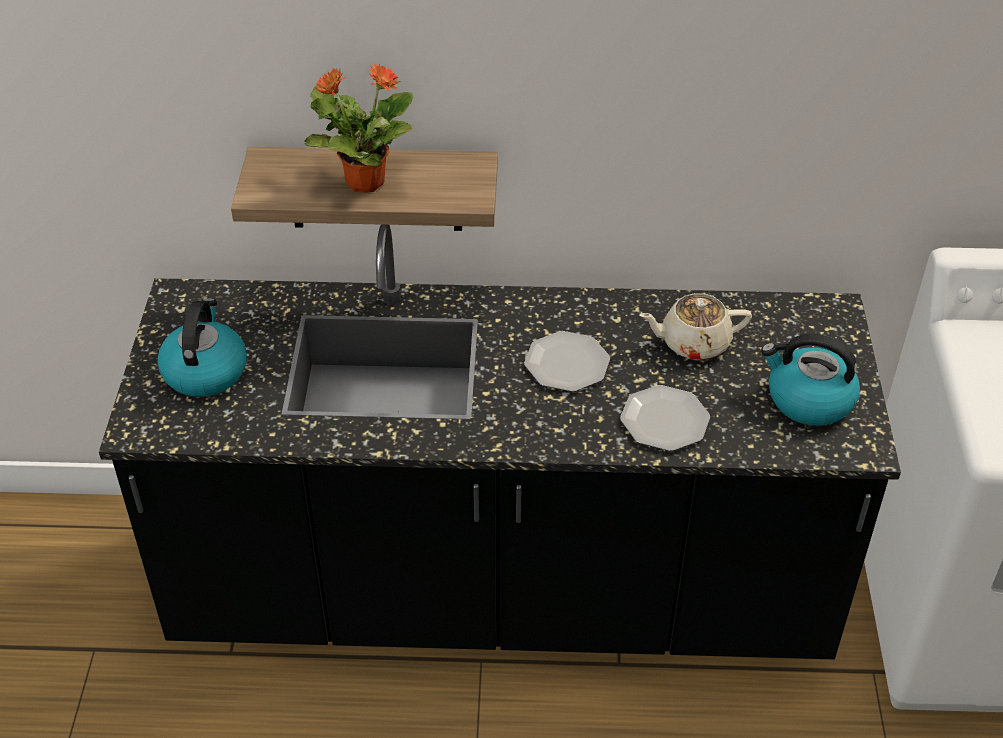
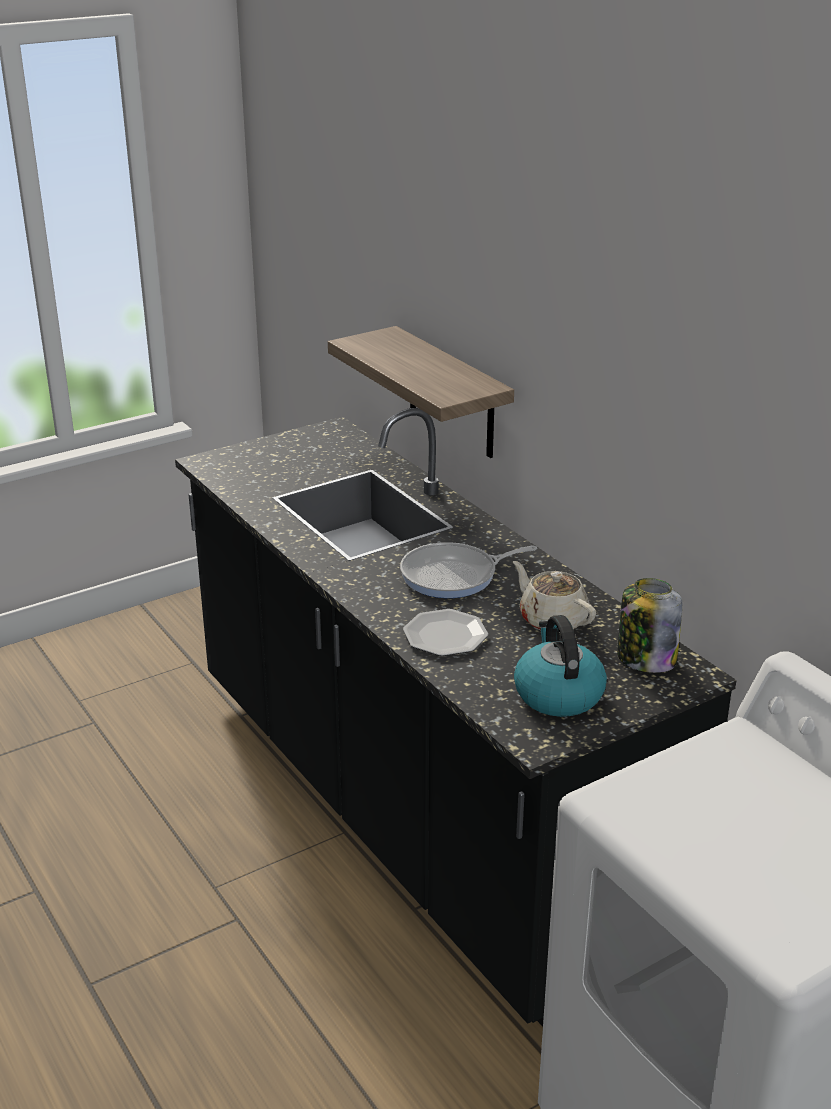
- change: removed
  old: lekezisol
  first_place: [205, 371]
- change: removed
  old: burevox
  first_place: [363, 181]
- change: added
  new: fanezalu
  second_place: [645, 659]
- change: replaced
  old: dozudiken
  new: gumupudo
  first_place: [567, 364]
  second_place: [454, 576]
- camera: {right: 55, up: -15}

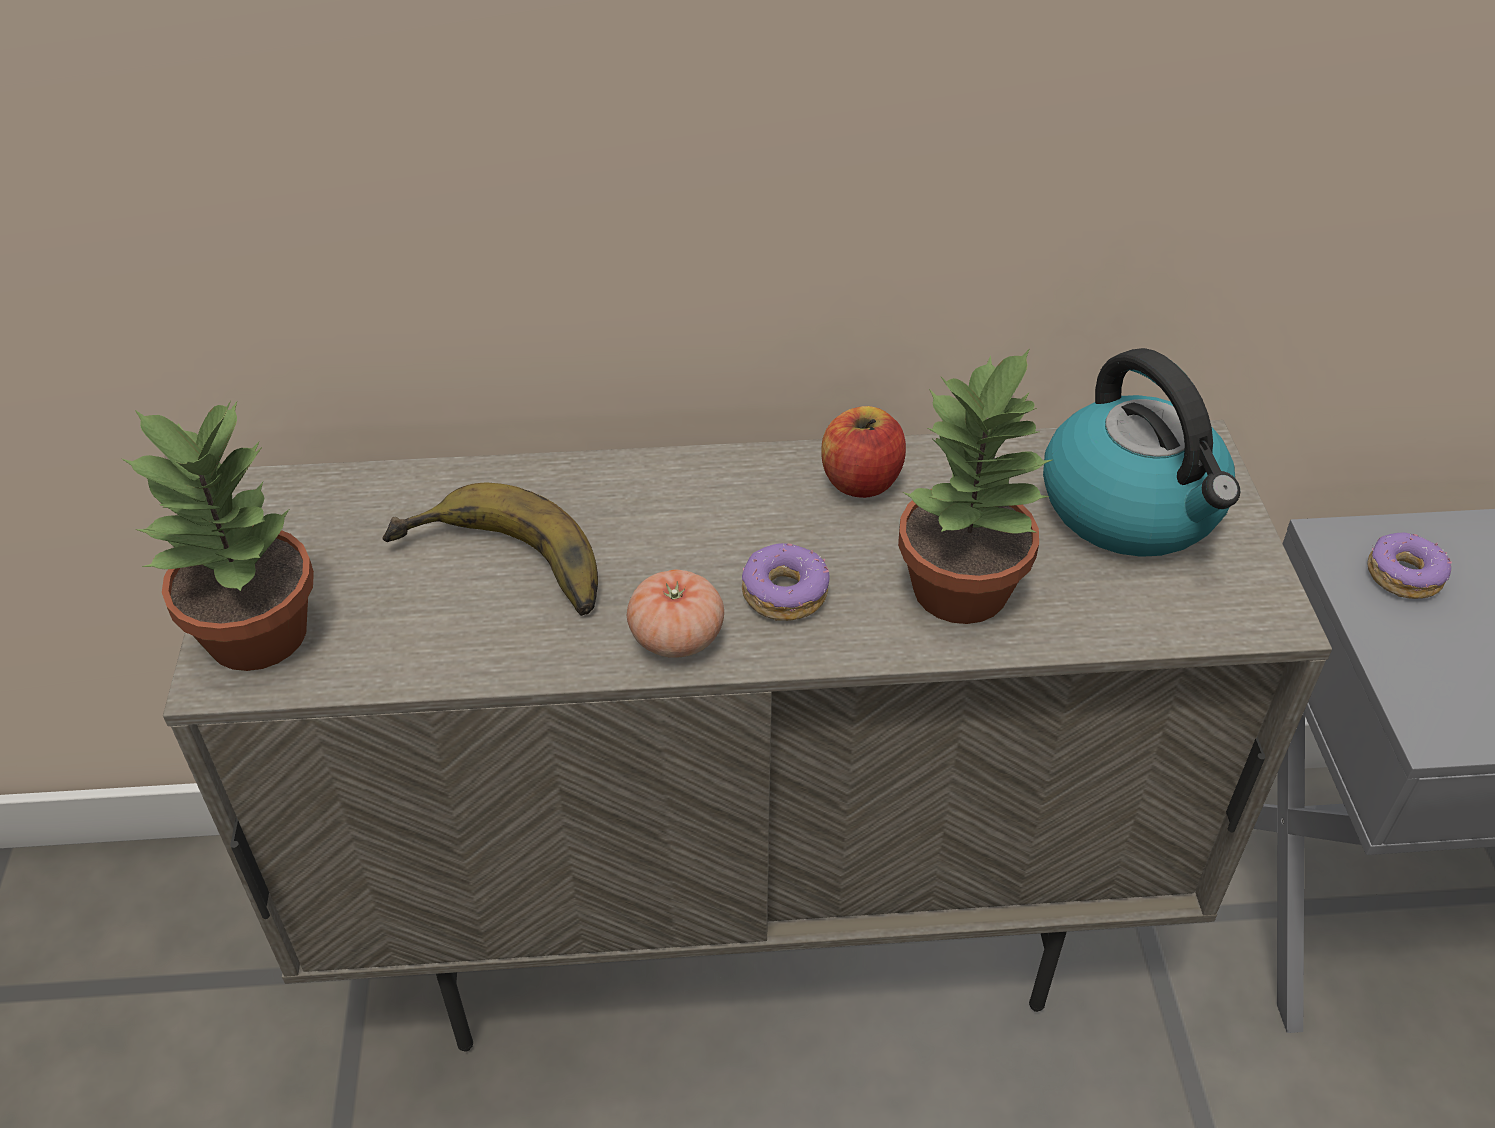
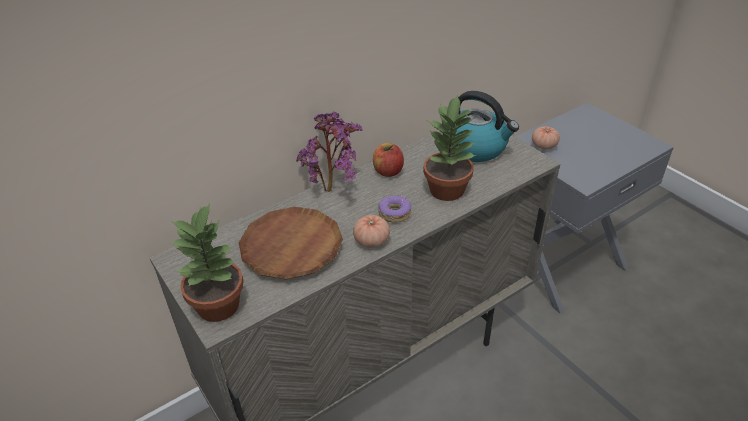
- change: added
  new: burevox
  second_place: [334, 189]
- change: replaced
  old: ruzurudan
  new: brown_dozudiken
  first_place: [499, 573]
  second_place: [291, 247]
- change: replaced
  old: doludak
  new: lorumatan
  first_place: [1403, 575]
  second_place: [544, 145]
- camera: {right: -30, up: -5}

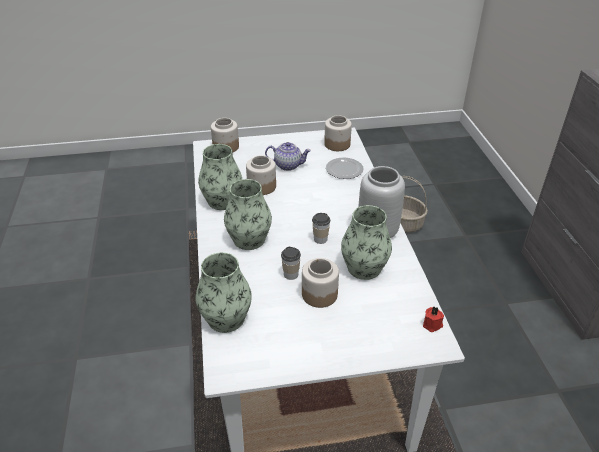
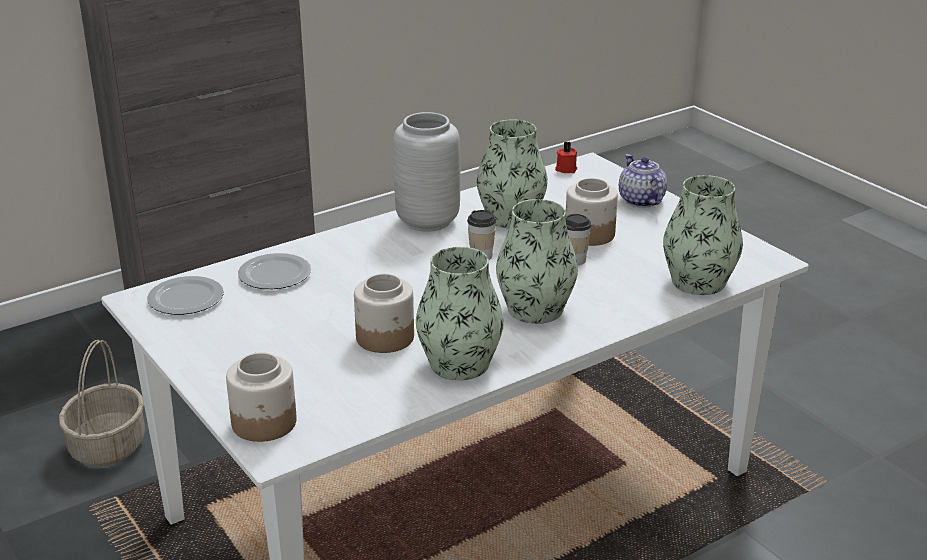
- change: moved
  old: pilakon
  first_place: [288, 165]
  second_place: [640, 200]
- change: replaced
  old: fanezalu
  new: dozudiken
  first_place: [337, 144]
  second_place: [185, 298]
- camera: {right: -115, up: -10}

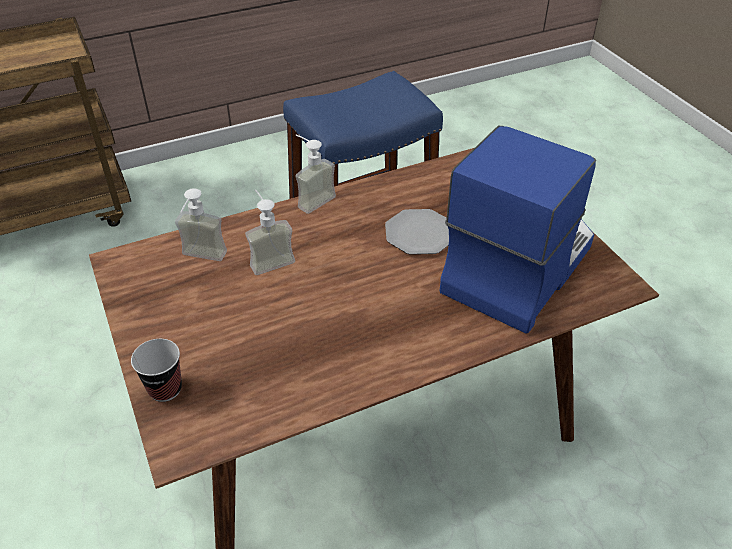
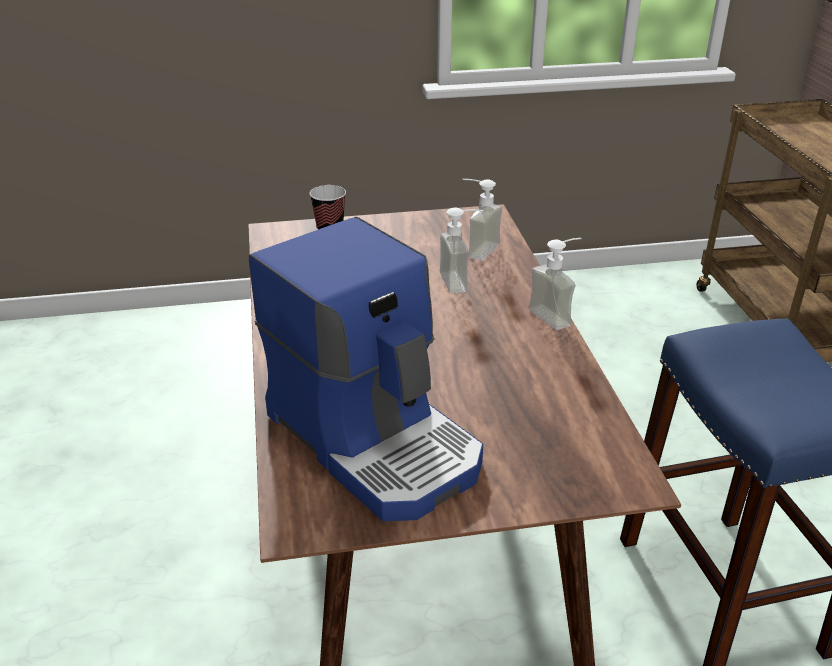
- change: removed
  old: dozudiken
  first_place: [418, 234]
- camera: {right: 105, up: -10}

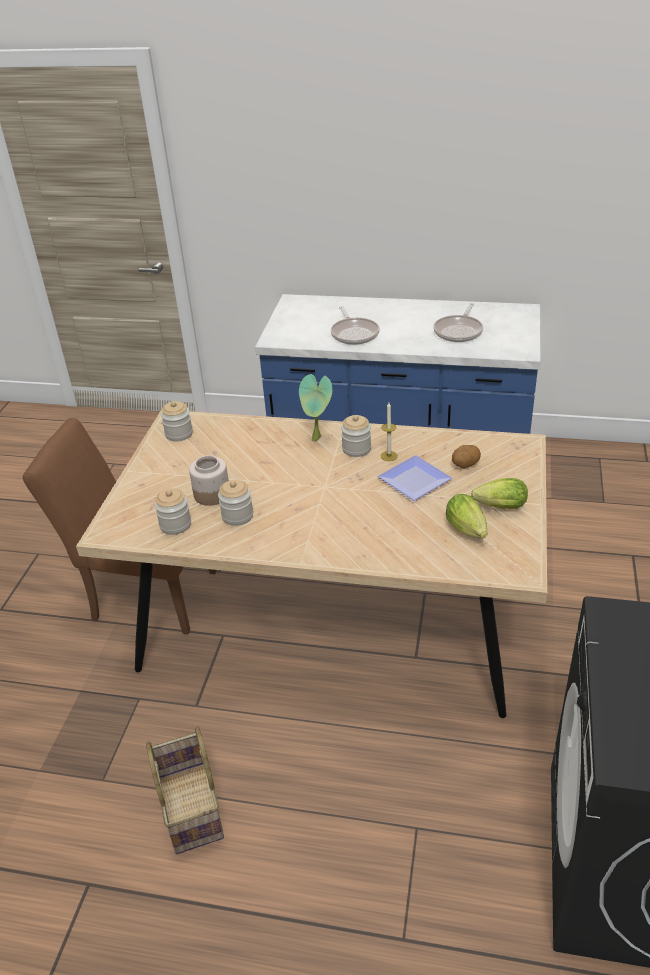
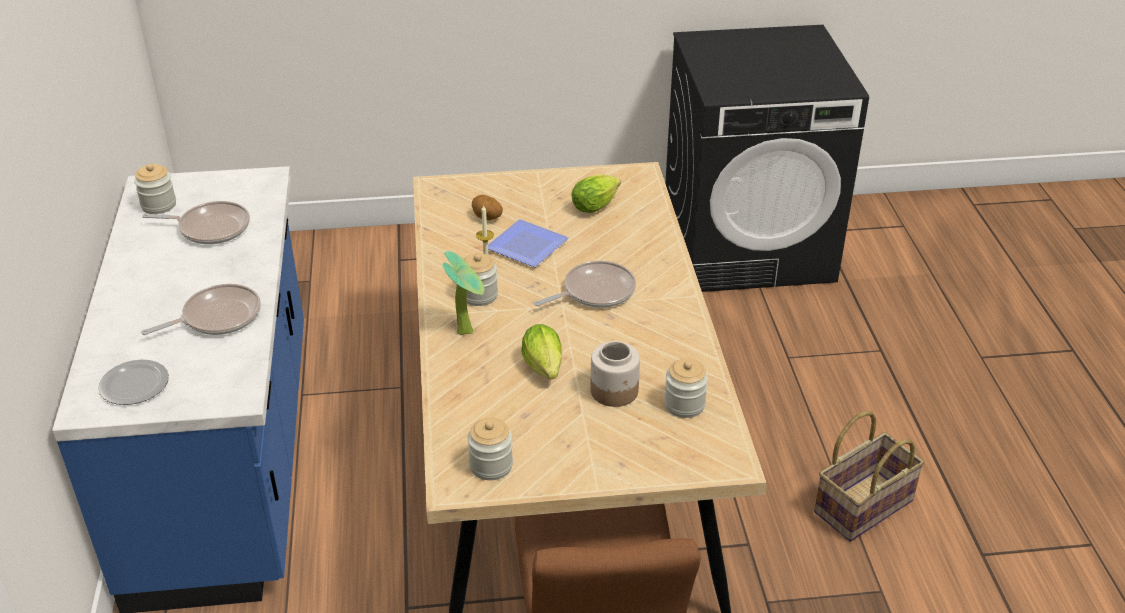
- change: added
  new: dozudiken
  second_place: [134, 385]
- change: added
  new: gumupudo
  second_place: [594, 291]
- change: moved
  old: fanezalu
  first_place: [237, 516]
  second_place: [158, 205]
- change: moved
  old: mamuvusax
  first_place: [497, 507]
  second_place: [545, 370]
- camera: {right: -110, up: 0}

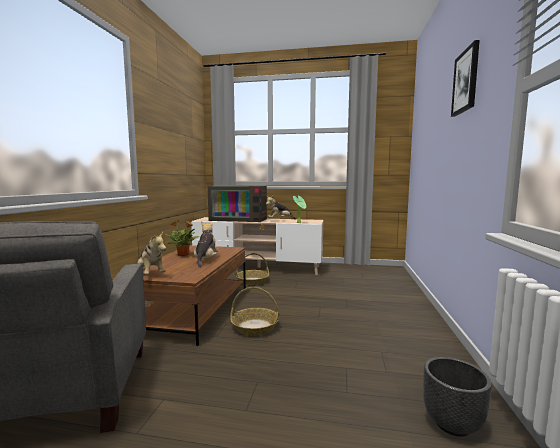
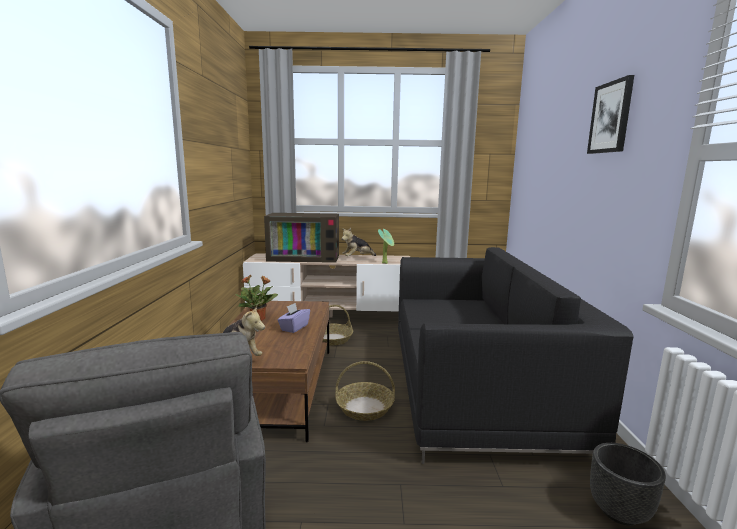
- change: added
  new: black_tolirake
  second_place: [476, 385]
- change: replaced
  old: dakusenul
  new: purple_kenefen
  first_place: [206, 260]
  second_place: [294, 327]
- camera: {right: -10, up: 5}

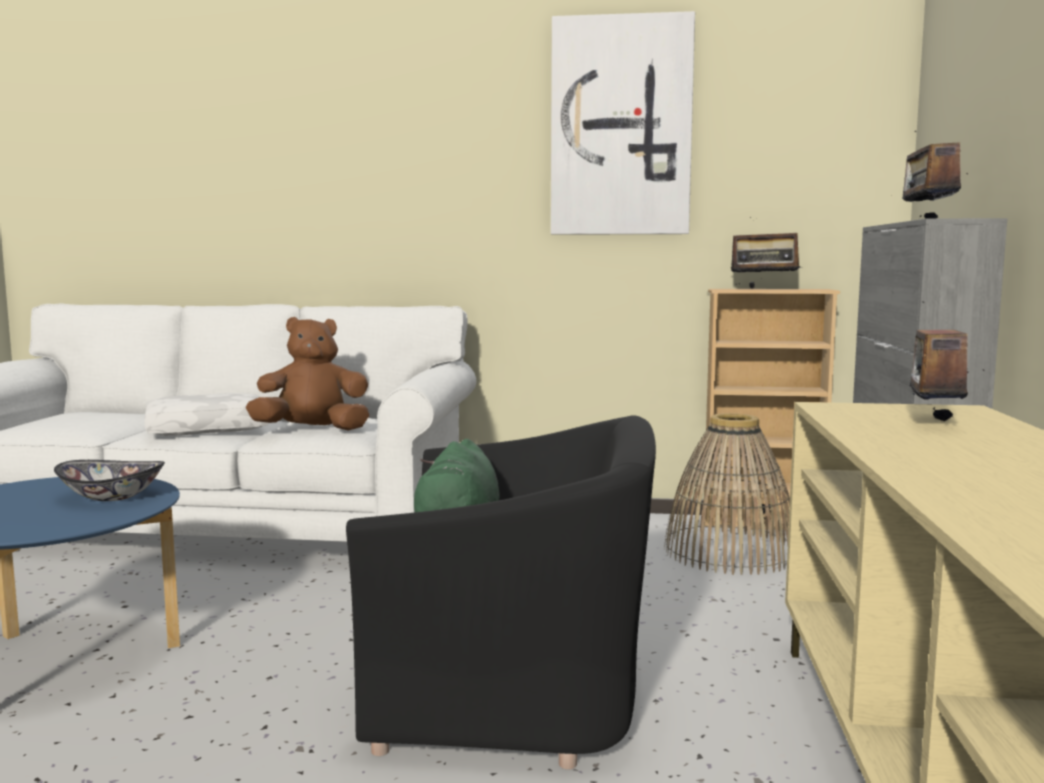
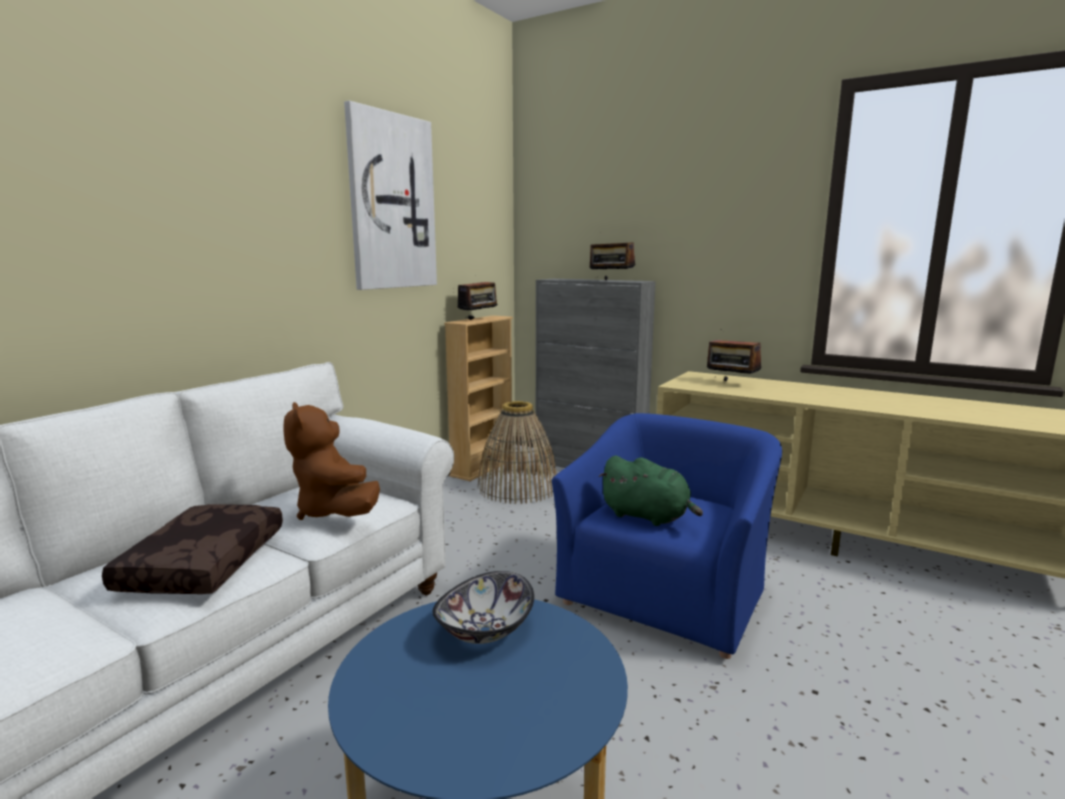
- change: recoloured
  old: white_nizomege
  new: brown_nizomege
  first_place: [208, 429]
  second_place: [202, 563]
- change: recoloured
  old: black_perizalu
  new: blue_perizalu
  first_place: [516, 690]
  second_place: [666, 594]
- change: turned
  old: brown_dakusenul
  first_place: [312, 430]
  second_place: [334, 512]
  degrees: -45
- camera: {right: -65, up: 5}

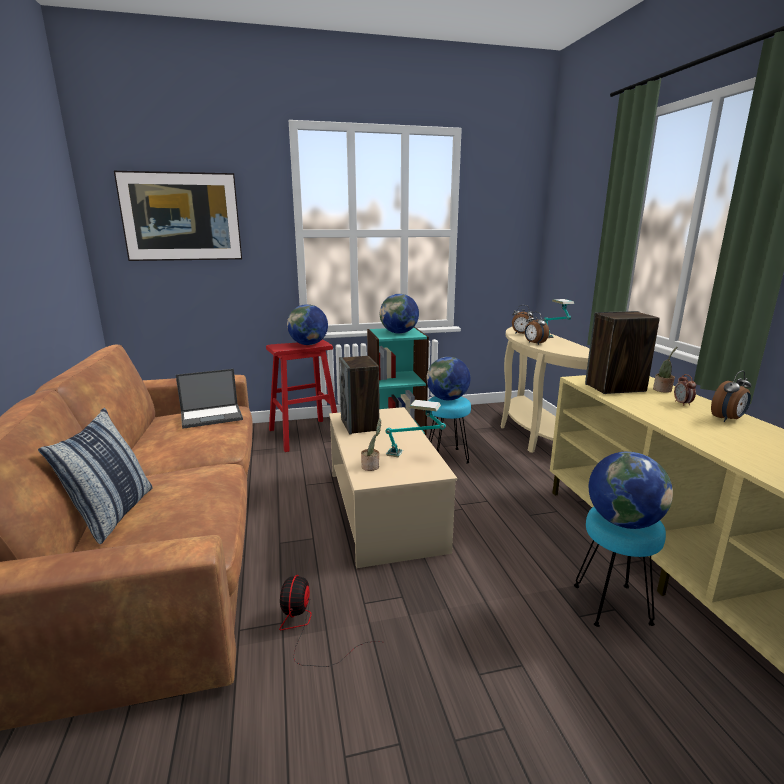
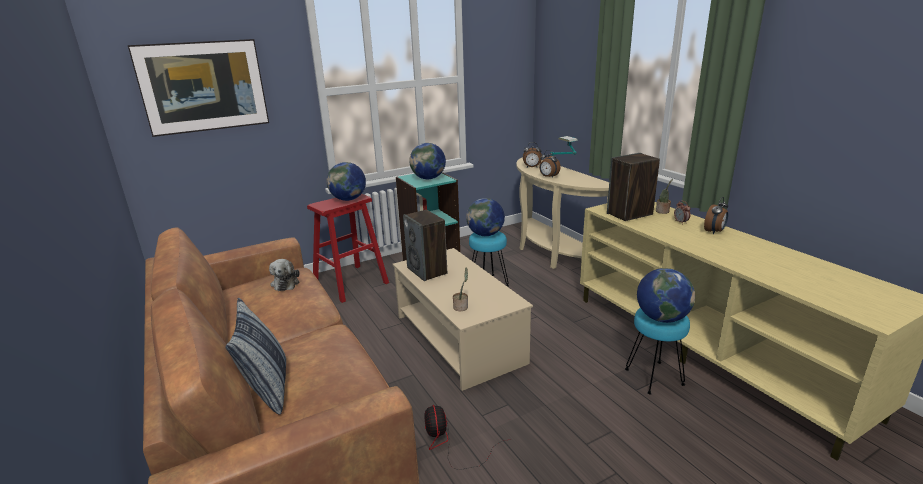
- change: removed
  old: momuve
  first_place: [414, 457]
- change: replaced
  old: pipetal
  new: dakusenul
  first_place: [212, 416]
  second_place: [286, 283]
- camera: {right: -15, up: 5}

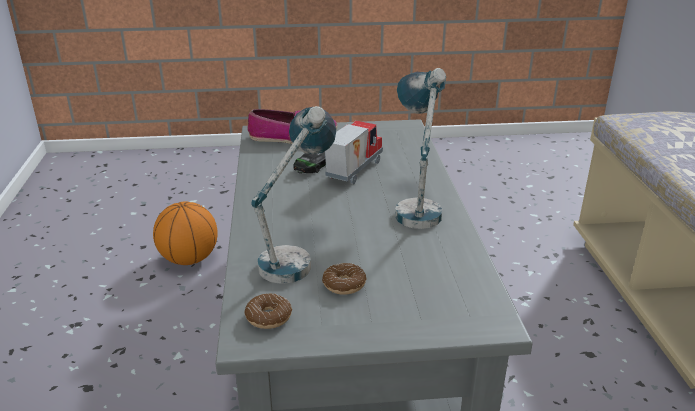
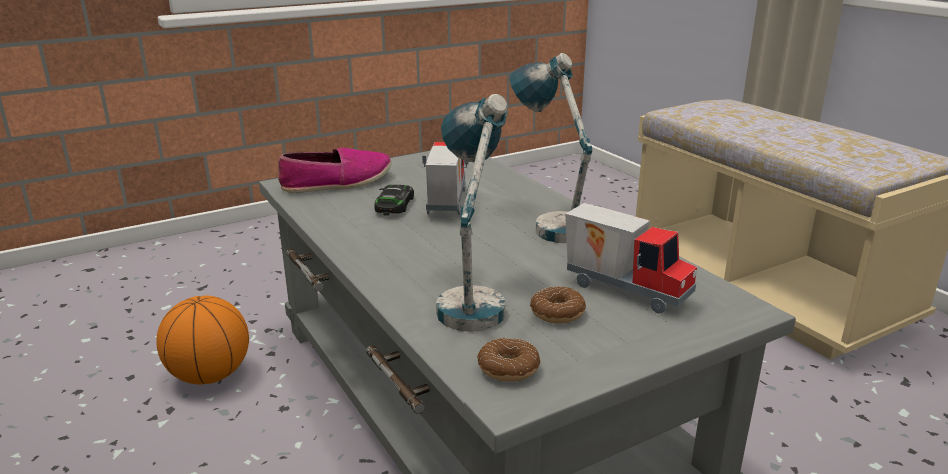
- change: added
  new: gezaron
  second_place: [626, 289]
- camera: {right: -25, up: -5}

